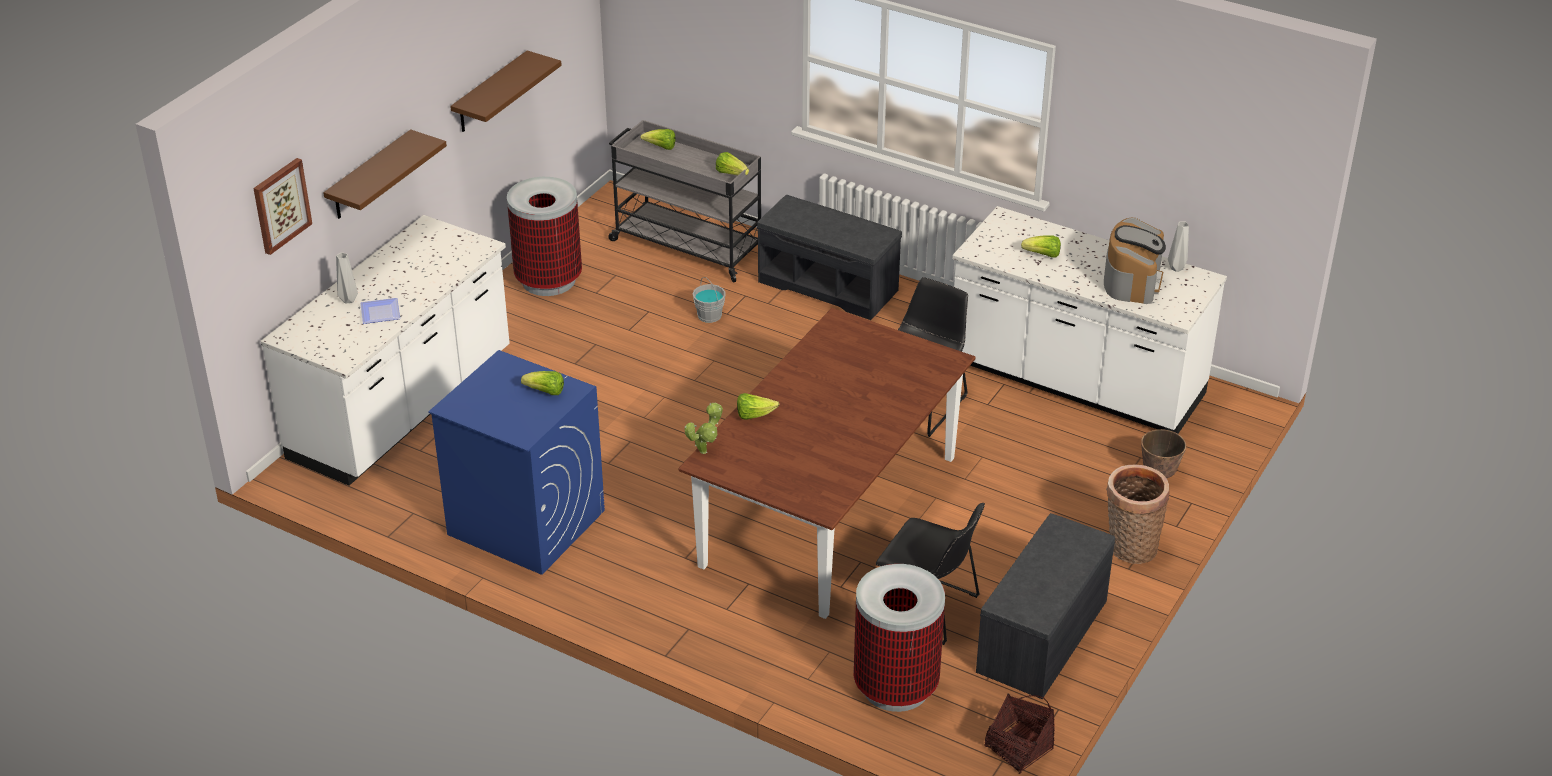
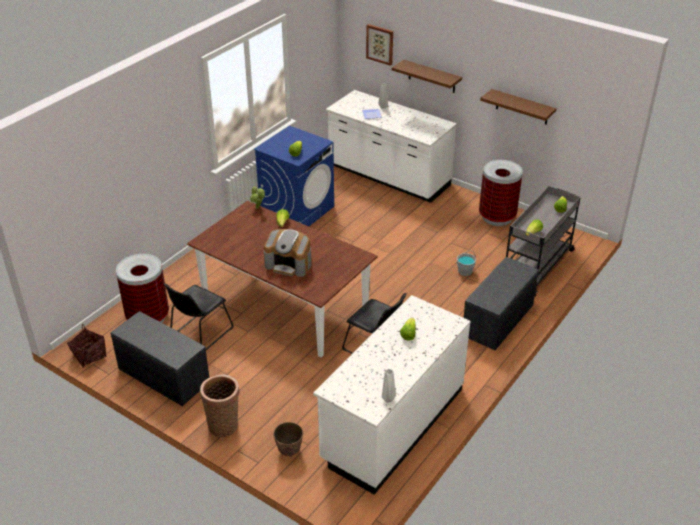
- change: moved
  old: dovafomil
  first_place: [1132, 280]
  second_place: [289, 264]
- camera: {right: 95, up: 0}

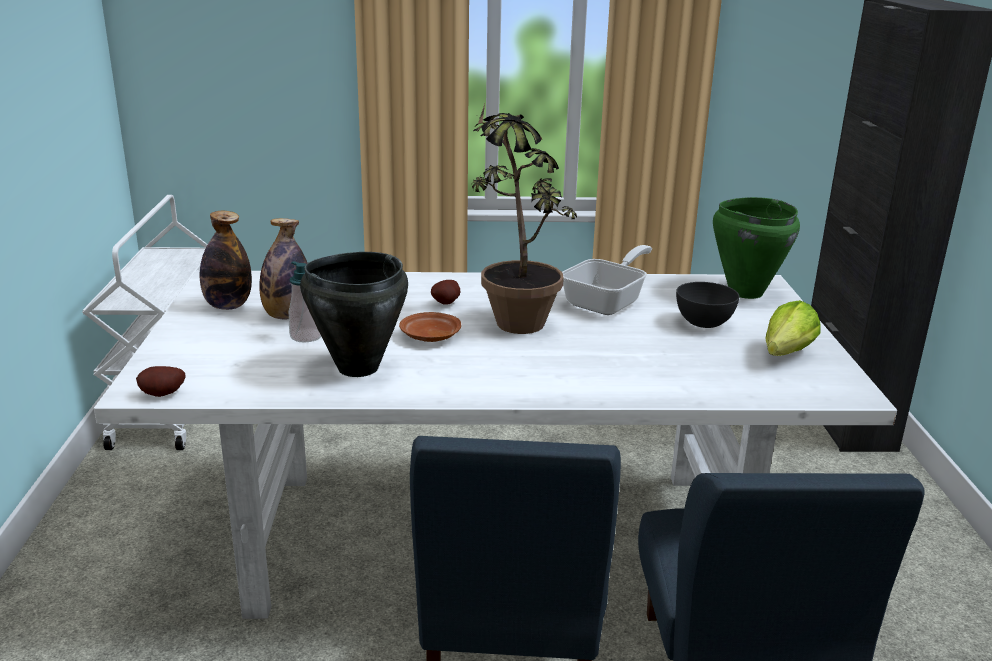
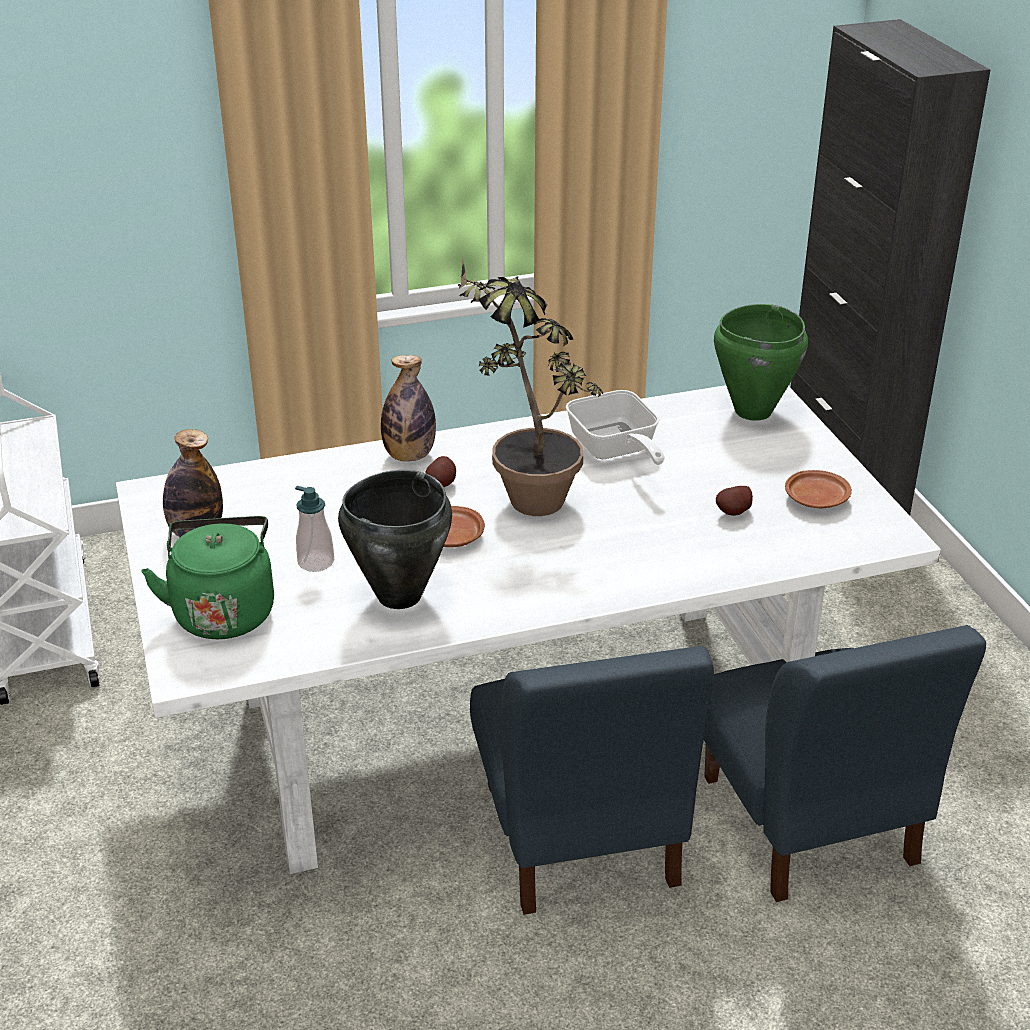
- change: removed
  old: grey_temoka
  first_place: [703, 323]
- change: added
  new: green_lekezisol
  second_place: [223, 611]
- change: moved
  old: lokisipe
  first_place: [163, 395]
  second_place: [735, 513]
- change: moved
  old: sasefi
  first_place: [287, 316]
  second_place: [409, 456]
- change: replaced
  old: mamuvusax
  new: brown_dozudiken
  first_place: [781, 356]
  second_place: [816, 499]
- change: turned
  old: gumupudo
  first_place: [608, 301]
  second_place: [615, 451]
  degrees: 135
- camera: {right: -15, up: 10}

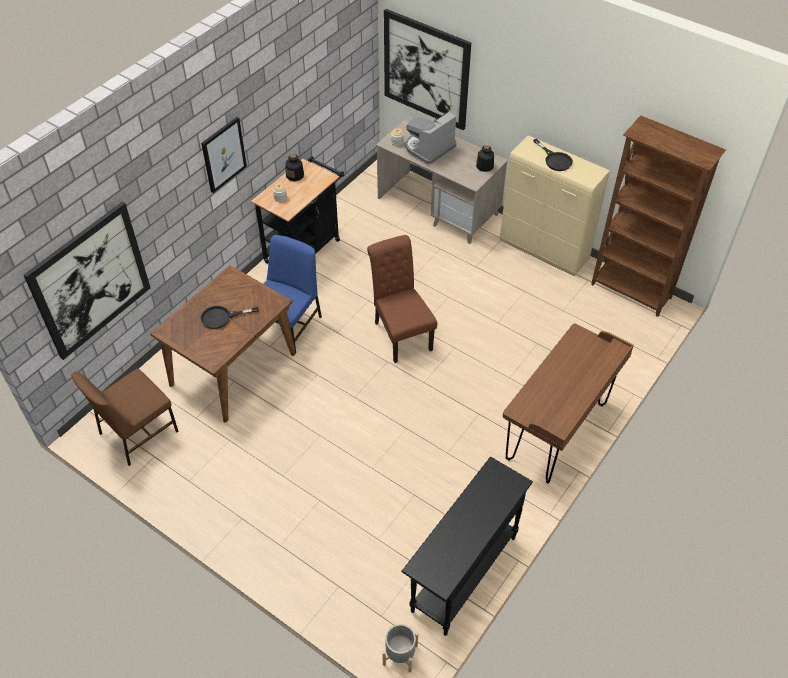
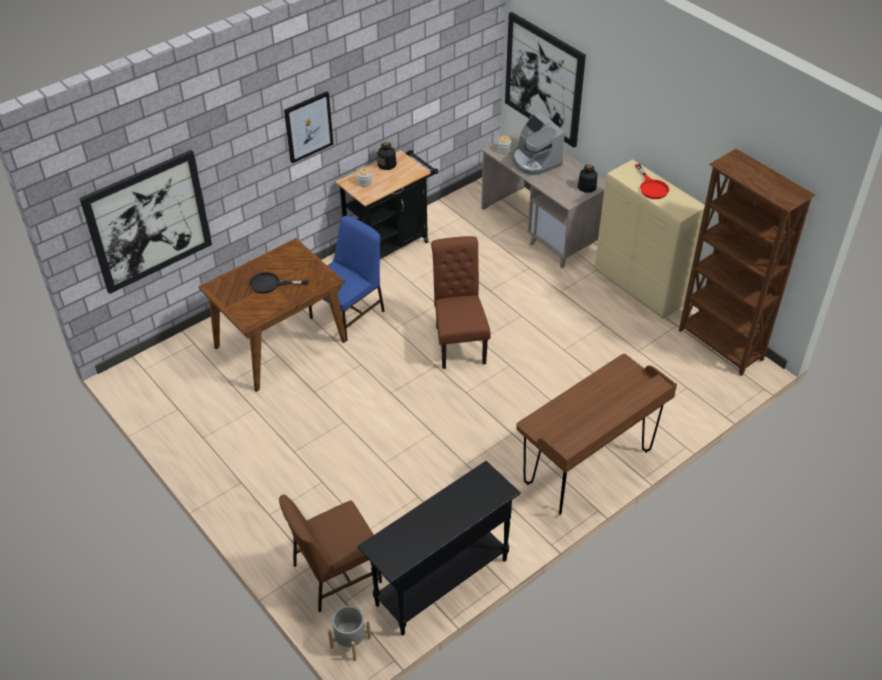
- change: moved
  old: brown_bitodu
  first_place: [137, 433]
  second_place: [335, 573]
- change: recoloured
  old: black_gumupudo
  new: red_gumupudo
  first_place: [555, 160]
  second_place: [651, 187]
- change: turned
  old: dovafomil
  first_place: [429, 148]
  second_place: [535, 161]
  degrees: -90
- camera: {right: 15, up: -5}

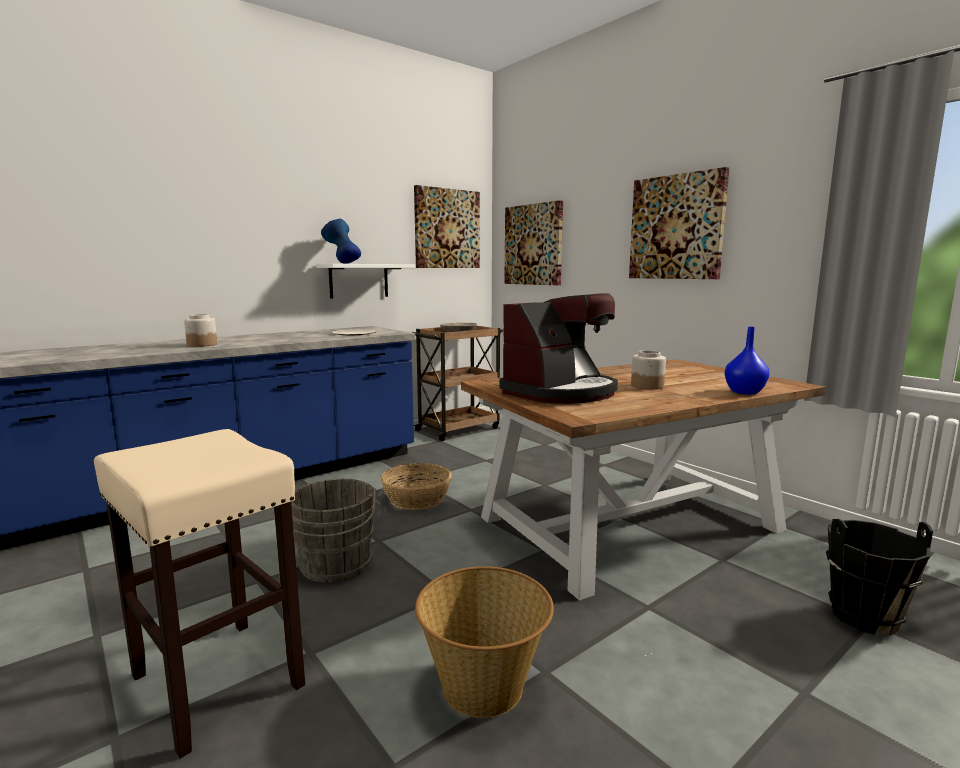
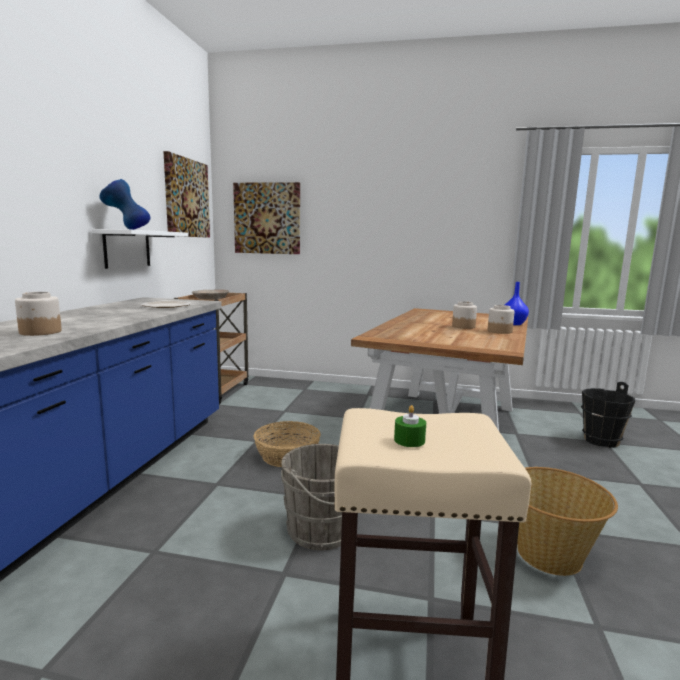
- change: removed
  old: dovafomil
  first_place: [561, 392]
- change: removed
  old: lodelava
  first_place: [676, 227]
- change: added
  new: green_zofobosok
  second_place: [409, 440]
- change: added
  new: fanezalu
  second_place: [500, 331]
- camera: {right: -40, up: 0}

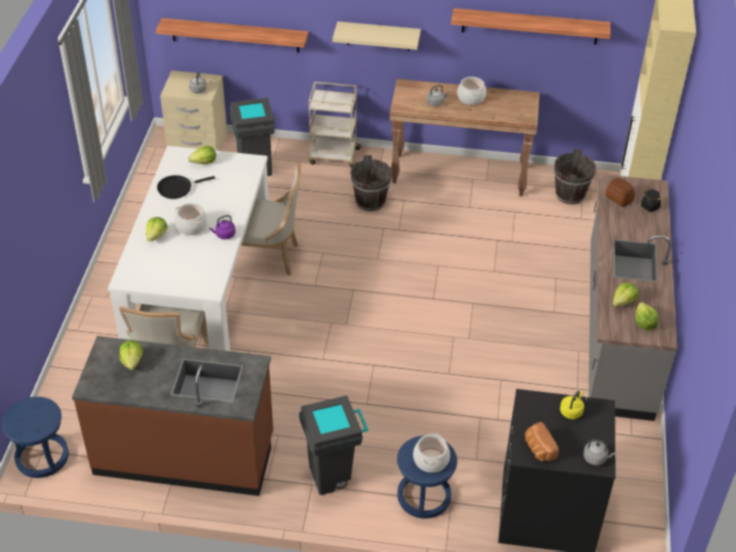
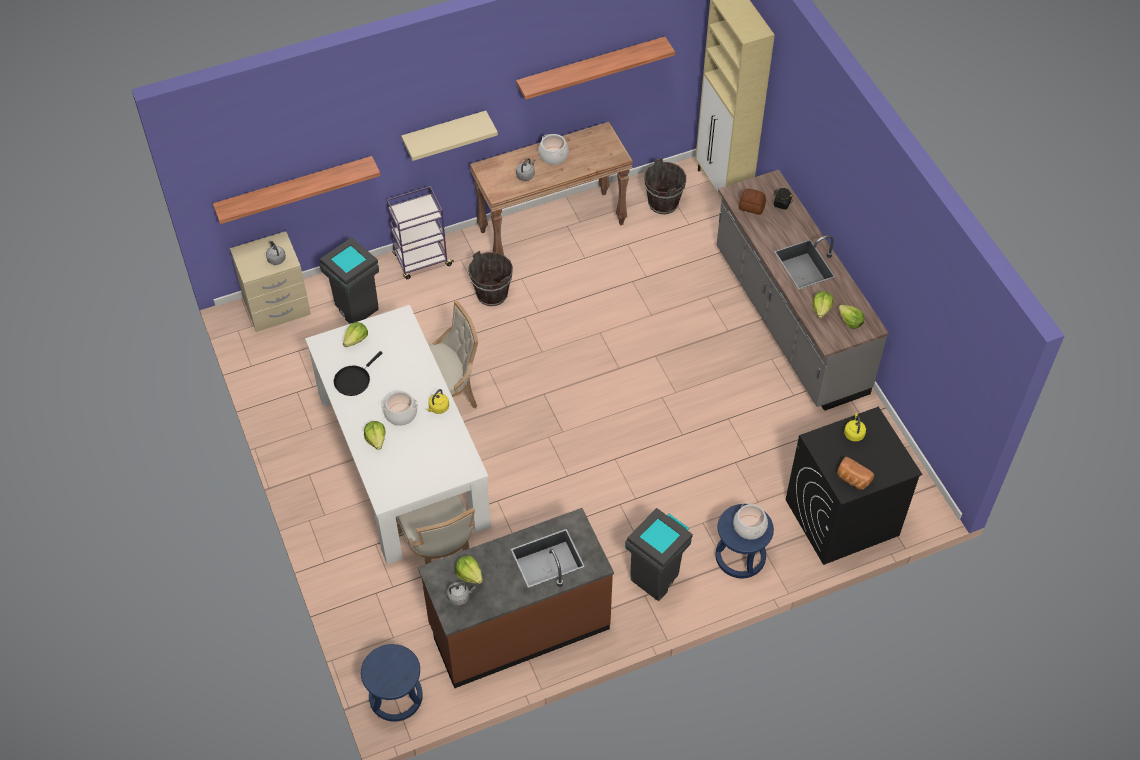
- change: moved
  old: grey_lekezisol
  first_place: [596, 458]
  second_place: [460, 596]
- change: recoloured
  old: purple_lekezisol
  new: yellow_lekezisol
  first_place: [224, 235]
  second_place: [438, 408]
- change: recoloured
  old: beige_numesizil
  new: purple_numesizil
  first_place: [333, 156]
  second_place: [421, 261]
- camera: {right: -30, up: 10}

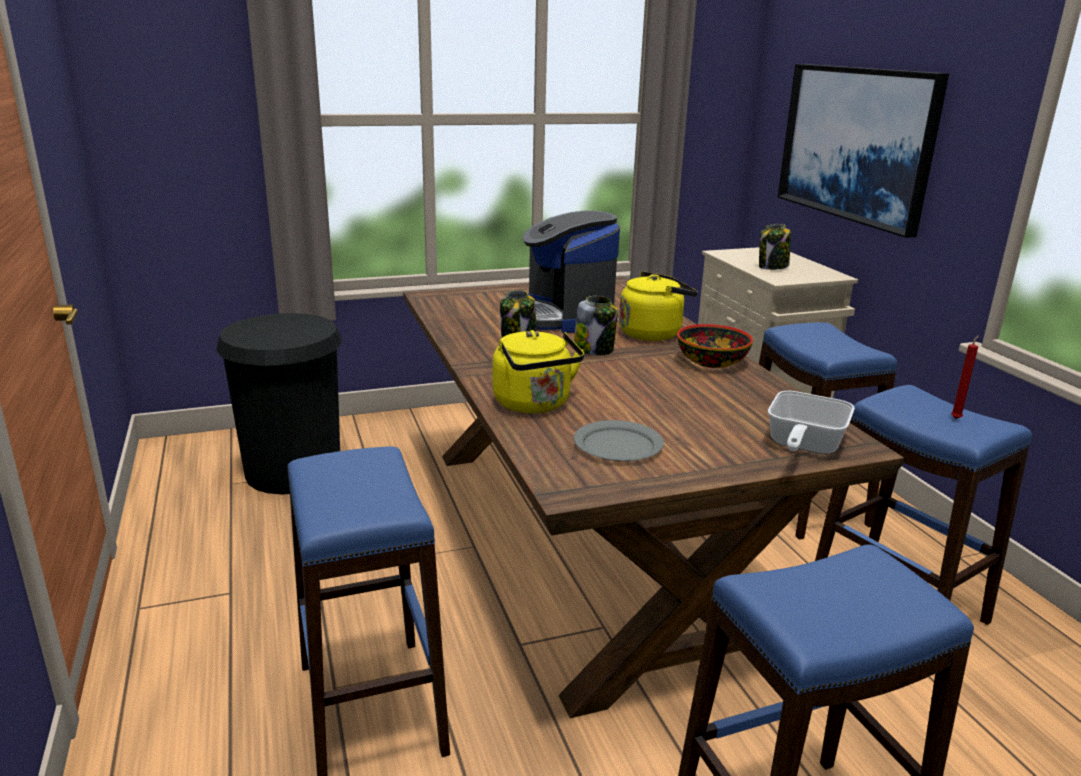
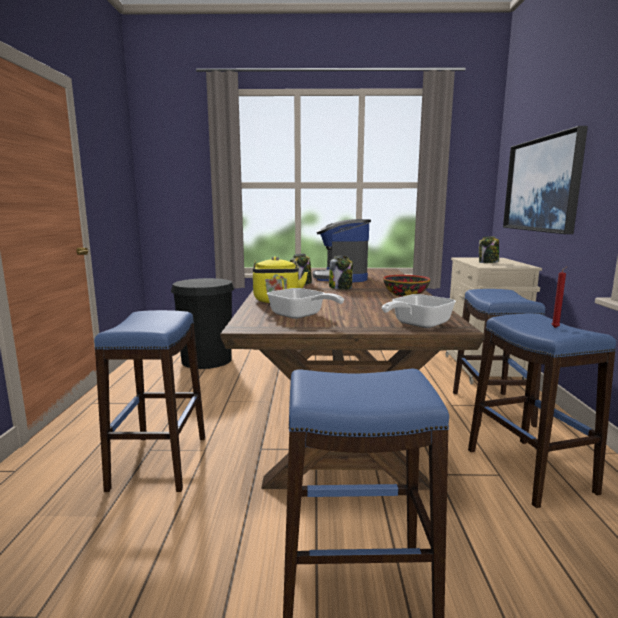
- change: removed
  old: yellow_lekezisol
  first_place: [653, 333]
- change: replaced
  old: grey_dozudiken
  new: gumupudo
  first_place: [618, 445]
  second_place: [300, 316]
- camera: {right: 20, up: -10}

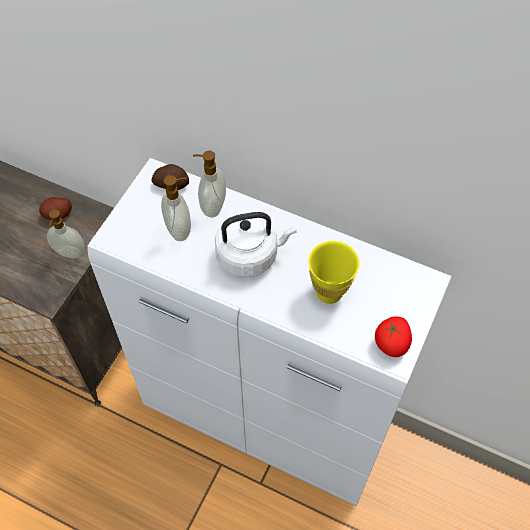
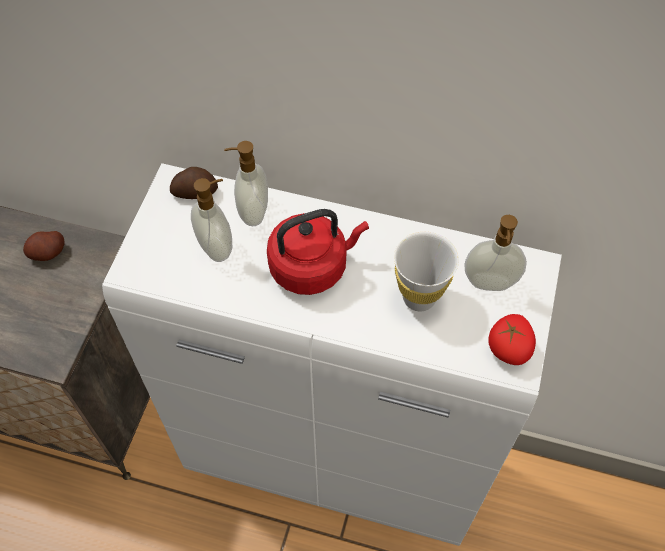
- change: moved
  old: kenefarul
  first_place: [69, 253]
  second_place: [489, 284]
- change: recoloured
  old: white_lekezisol
  new: red_lekezisol
  first_place: [250, 255]
  second_place: [312, 266]
- change: recoloured
  old: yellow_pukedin
  new: white_pukedin
  first_place: [329, 292]
  second_place: [419, 297]
- camera: {right: -10, up: 0}

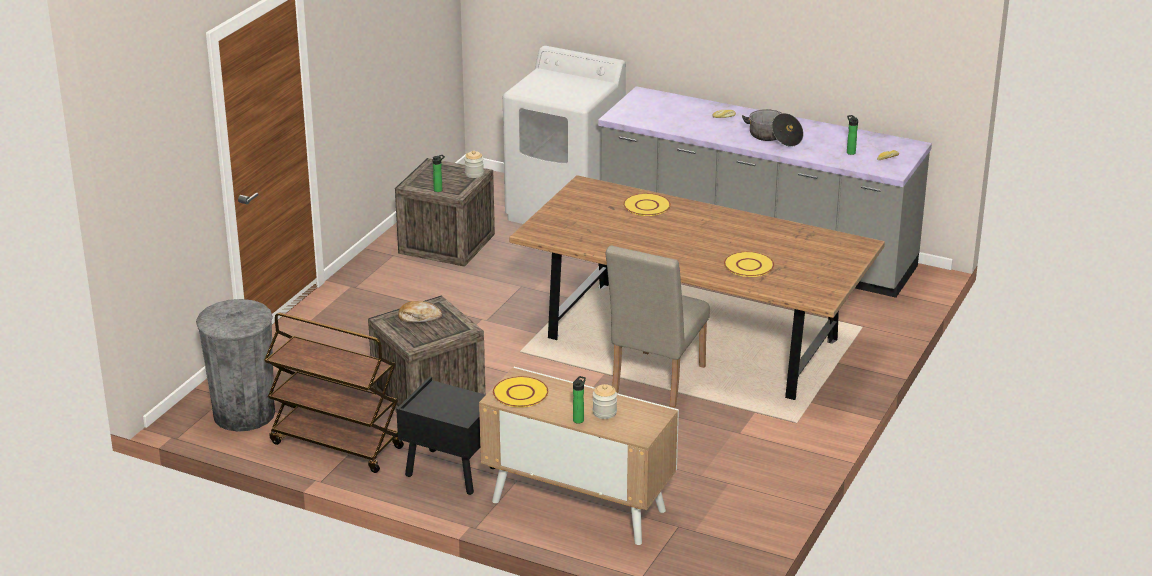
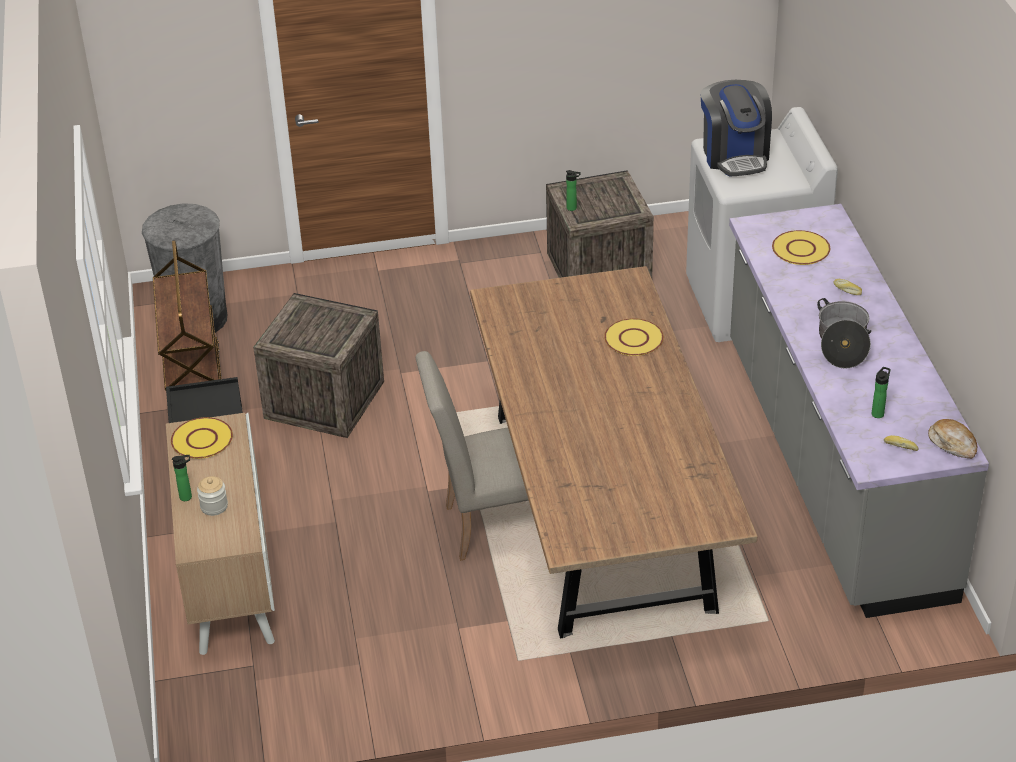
- change: removed
  old: fanezalu
  first_place: [474, 174]
- change: added
  new: dovafomil
  second_place: [735, 155]
- change: moved
  old: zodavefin
  first_place: [419, 317]
  second_place: [952, 444]
- change: moved
  old: yellow_dozudiken
  first_place: [748, 265]
  second_place: [801, 249]
- camera: {right: 55, up: 10}

